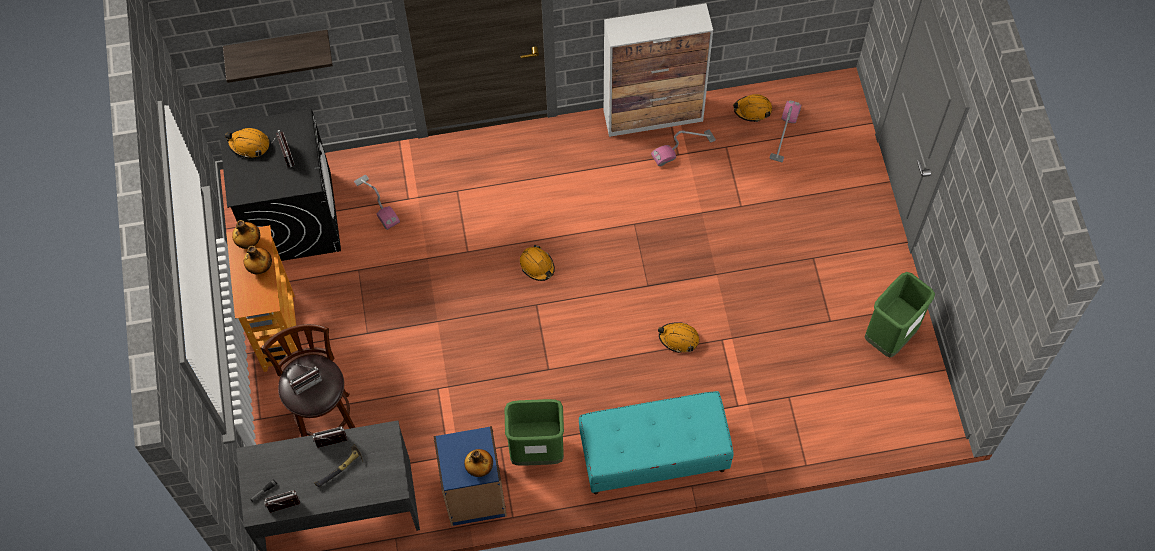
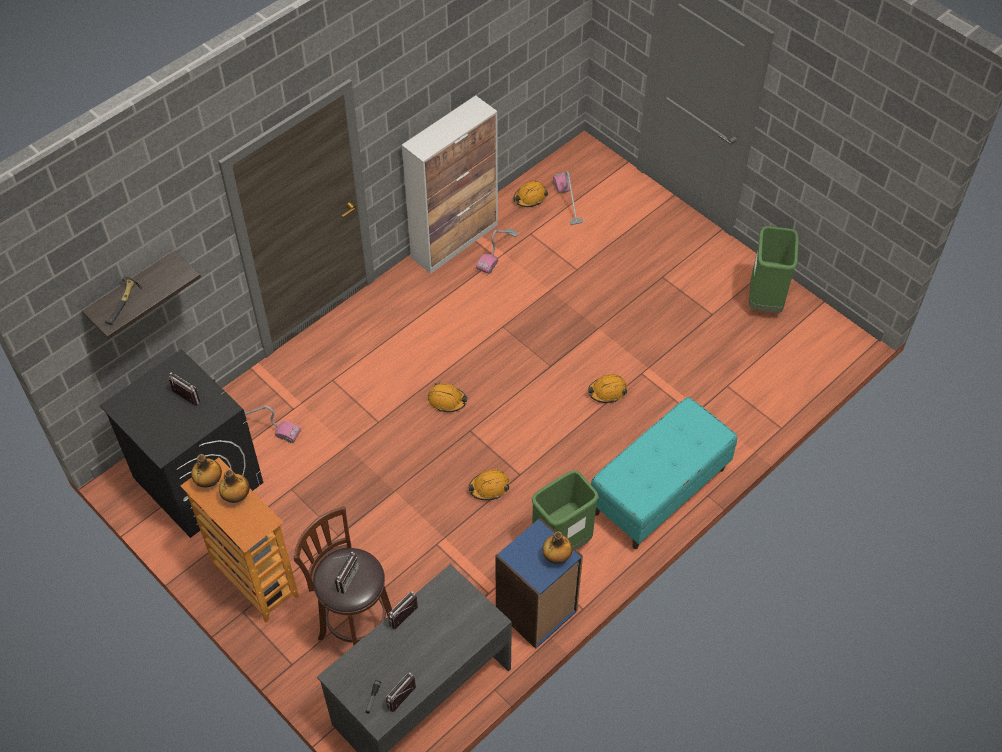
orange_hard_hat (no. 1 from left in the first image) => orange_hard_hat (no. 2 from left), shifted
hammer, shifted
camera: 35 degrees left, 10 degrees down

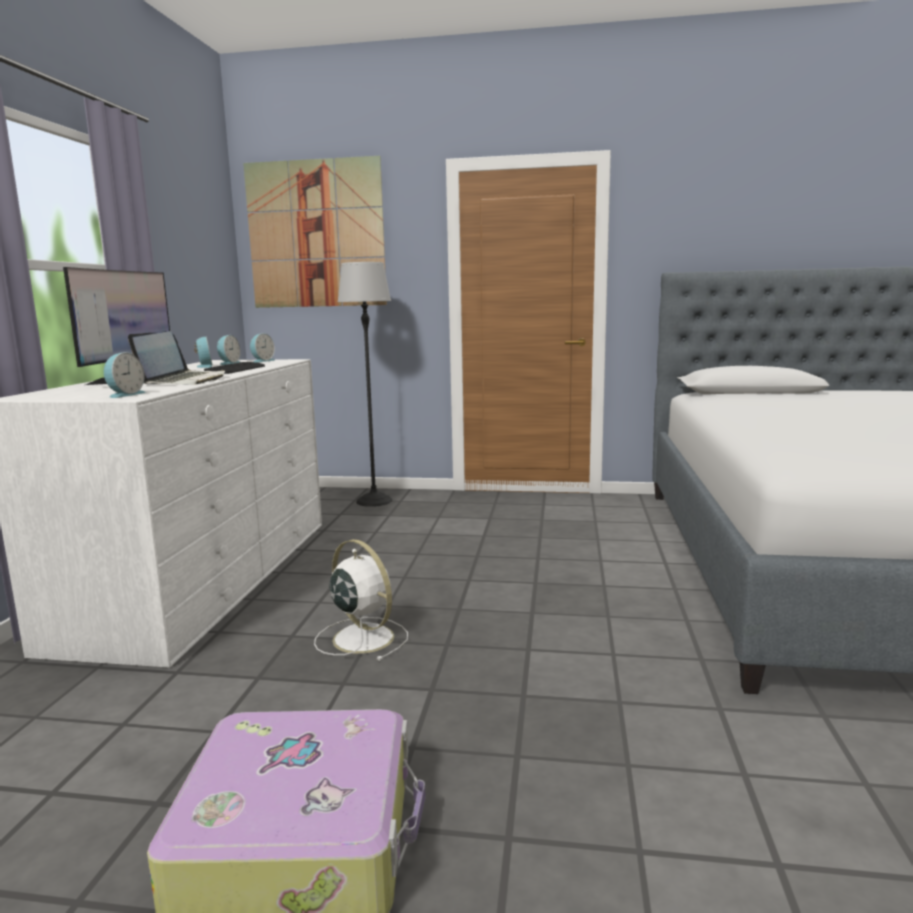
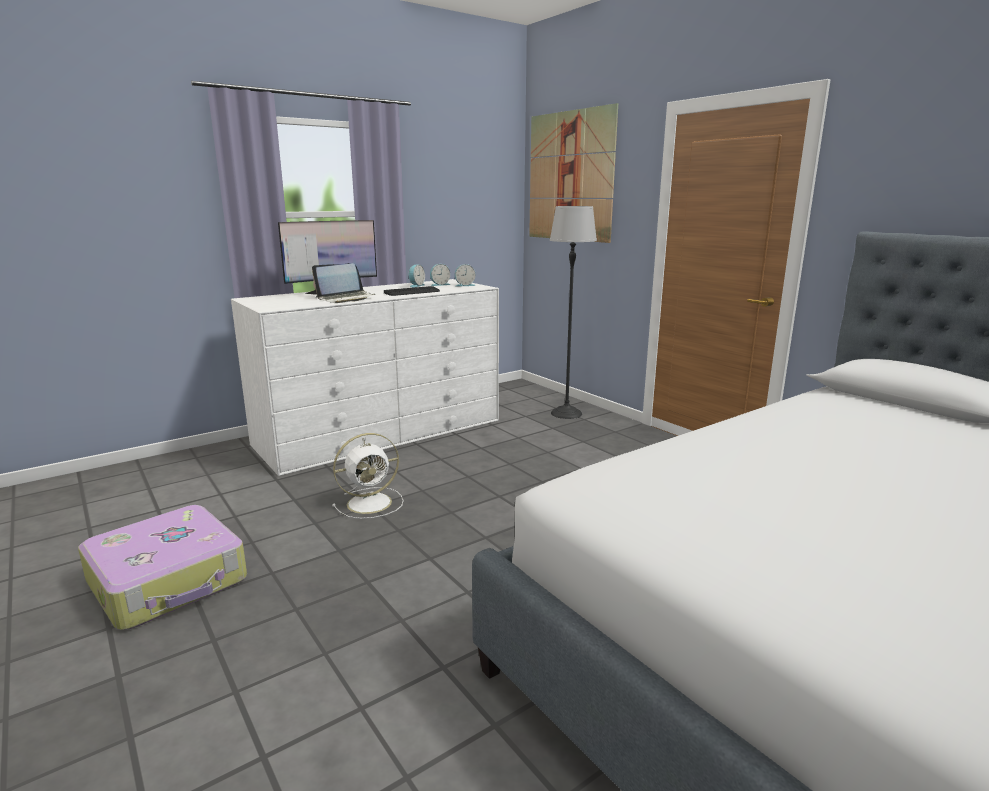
alarm_clock (no. 1 from left) => nothing
white_fan, 60 degrees clockwise
camera: 45 degrees right, 5 degrees up

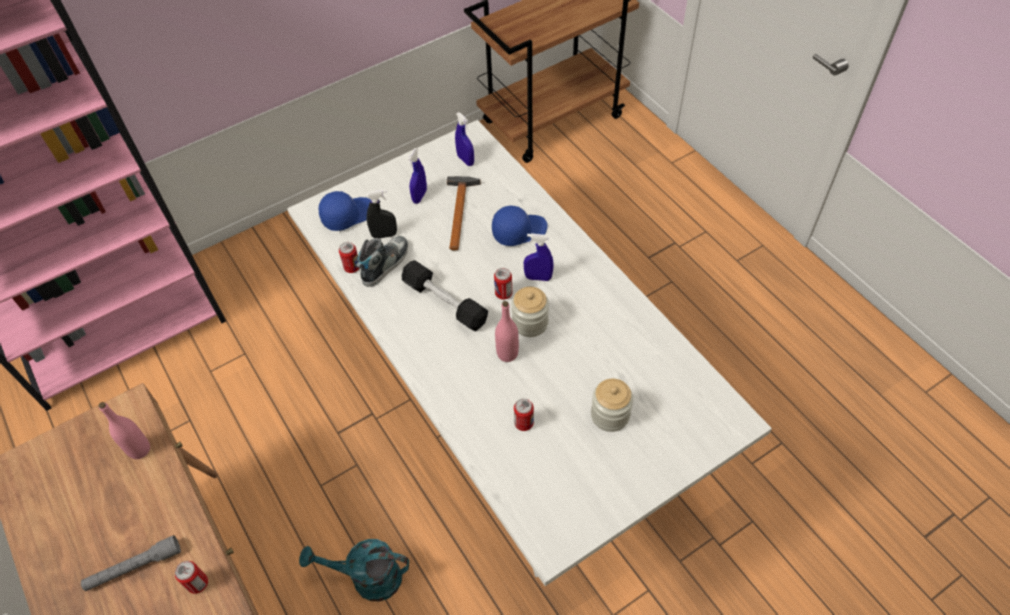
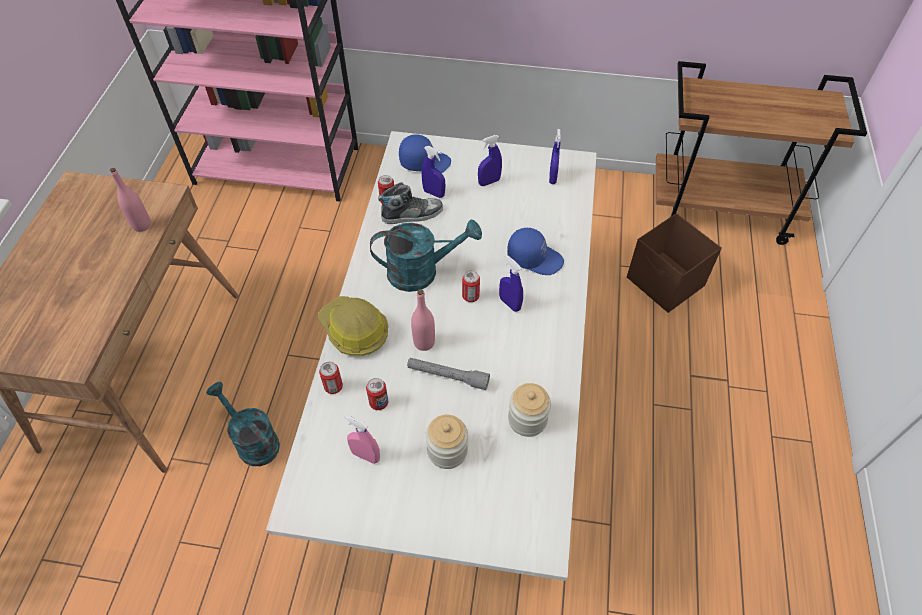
hammer => nothing
nothing => hard_hat
nothing => pink_spray_bottle
nothing => brown_storage_box
grey_flashlight, shifted
can (no. 1 from left), shifted
jar (no. 1 from left in the first image) => jar (no. 2 from left), shifted
black_dumbbell => turquoise_watering_can (no. 2 from left)
black_spray_bottle => blue_spray_bottle (no. 1 from left)
camera: 40 degrees right, 0 degrees up

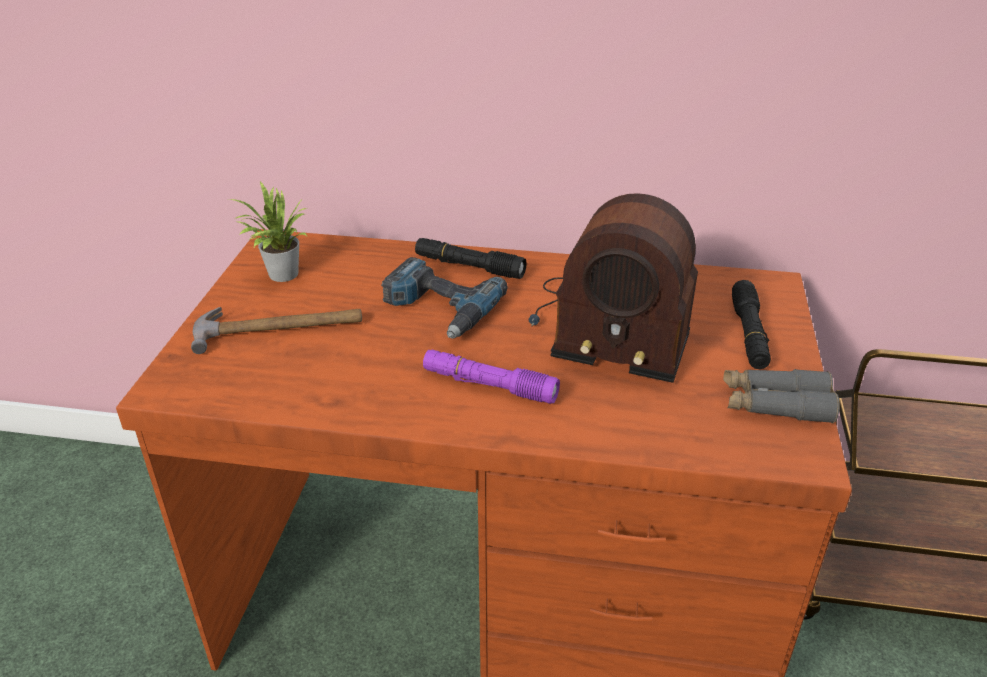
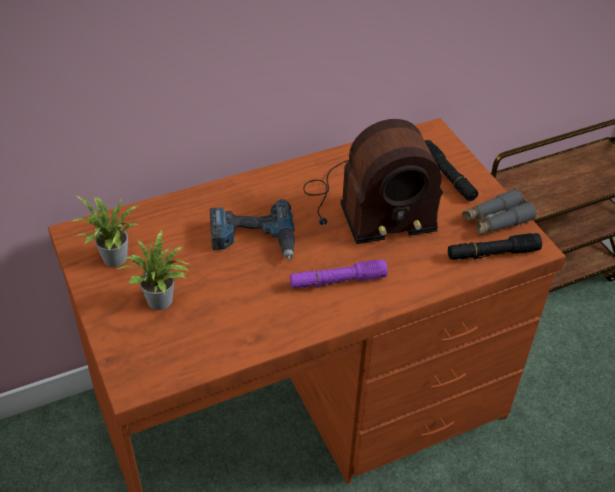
black_flashlight (no. 1 from left in the first image) => black_flashlight (no. 2 from left), shifted
hammer => potted_plant (no. 2 from left)
camera: 35 degrees left, 10 degrees up

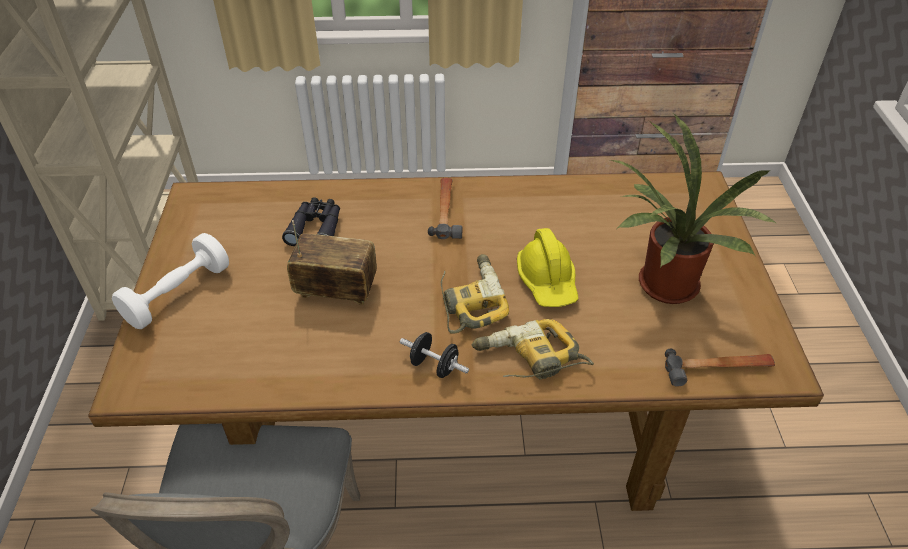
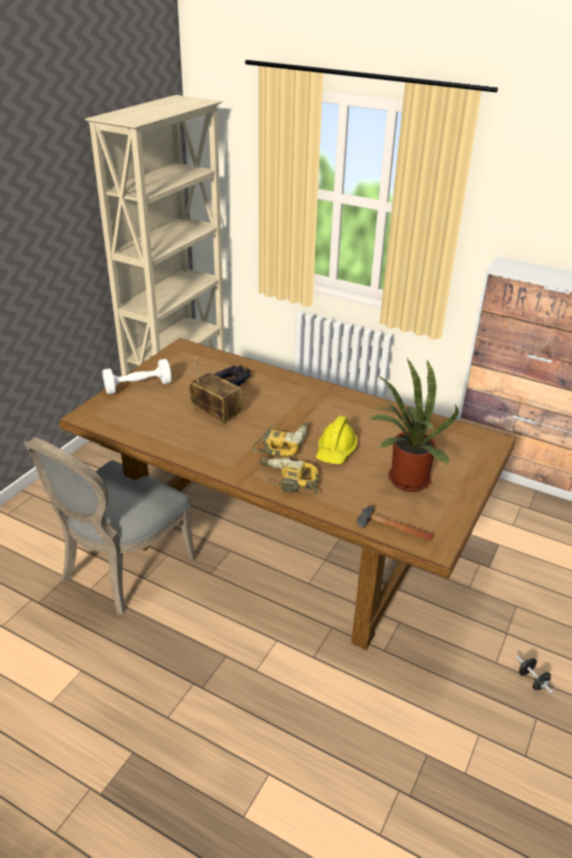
hammer (no. 1 from left) => nothing
black_dumbbell, shifted
camera: 30 degrees right, 10 degrees down

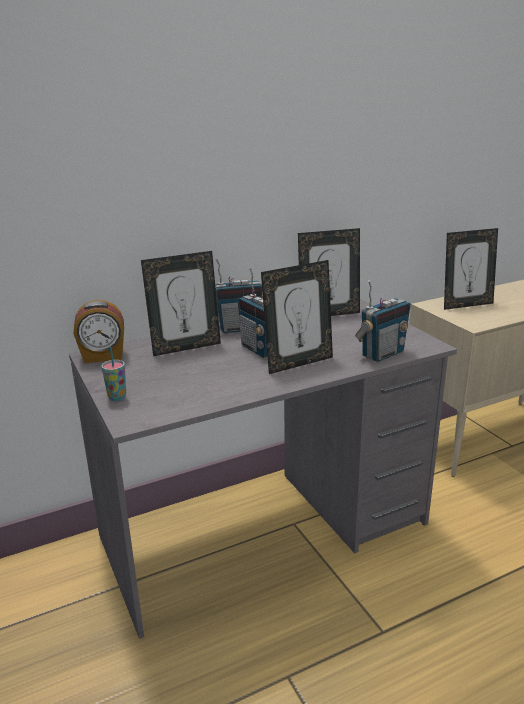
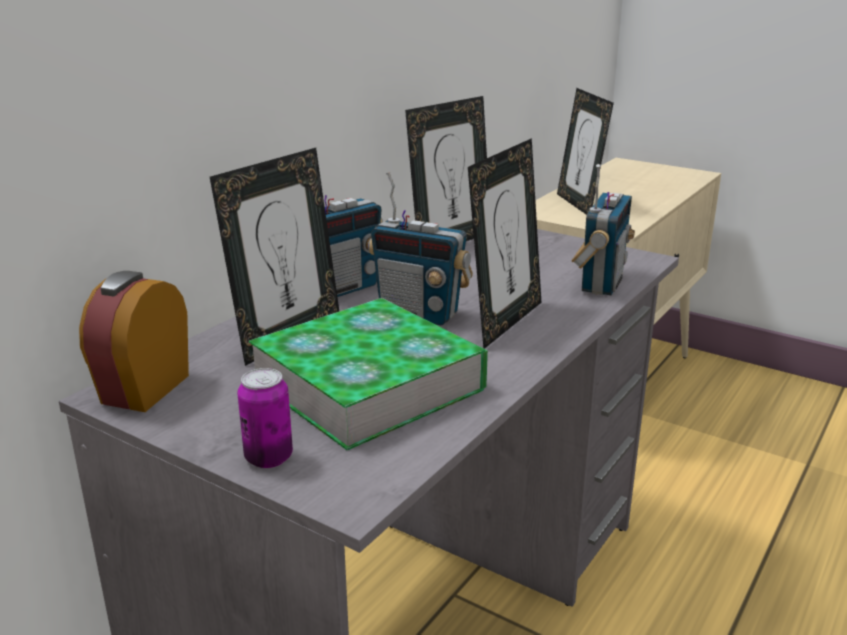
nothing => book
cup => can
alarm_clock, 150 degrees clockwise
picture_frame (no. 4 from left), 120 degrees clockwise
camera: 30 degrees left, 0 degrees up

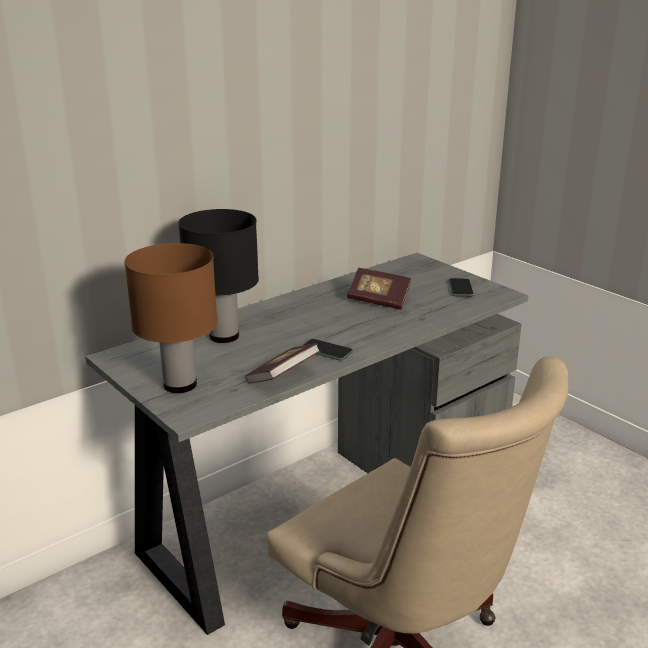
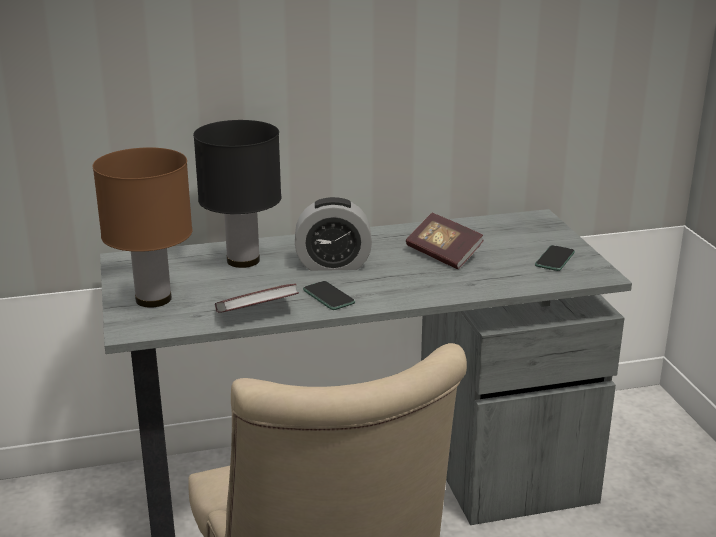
nothing => alarm_clock
camera: 25 degrees right, 0 degrees up

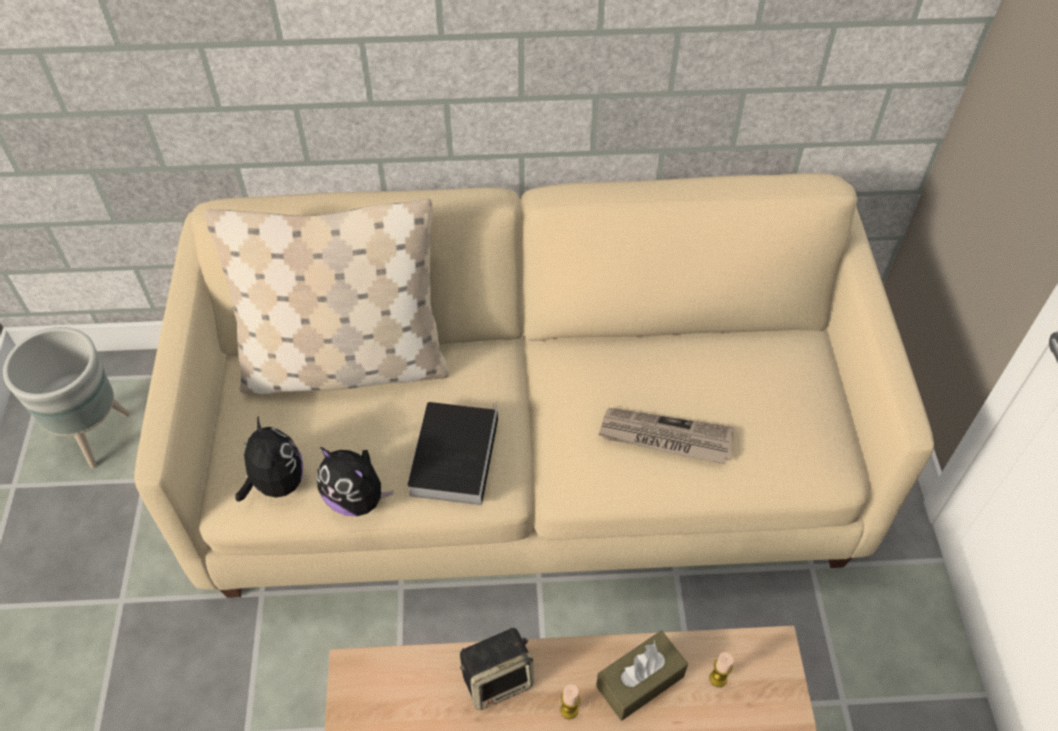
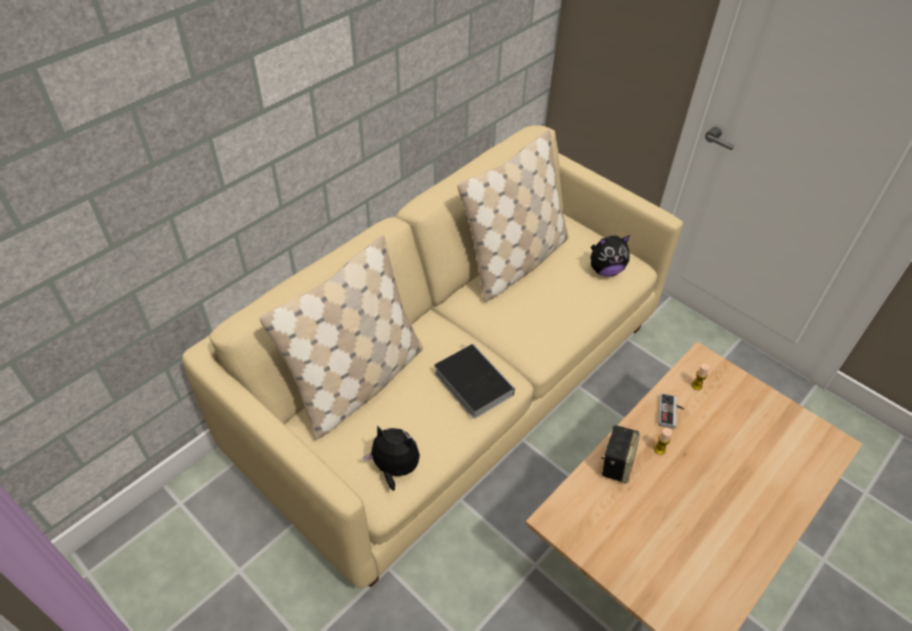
grey_planter => nothing
newspaper => nothing
nothing => beige_pillow (no. 2 from left)
plush_toy (no. 2 from left), shifted
brown_tissue_box => game_controller
camera: 45 degrees left, 5 degrees down

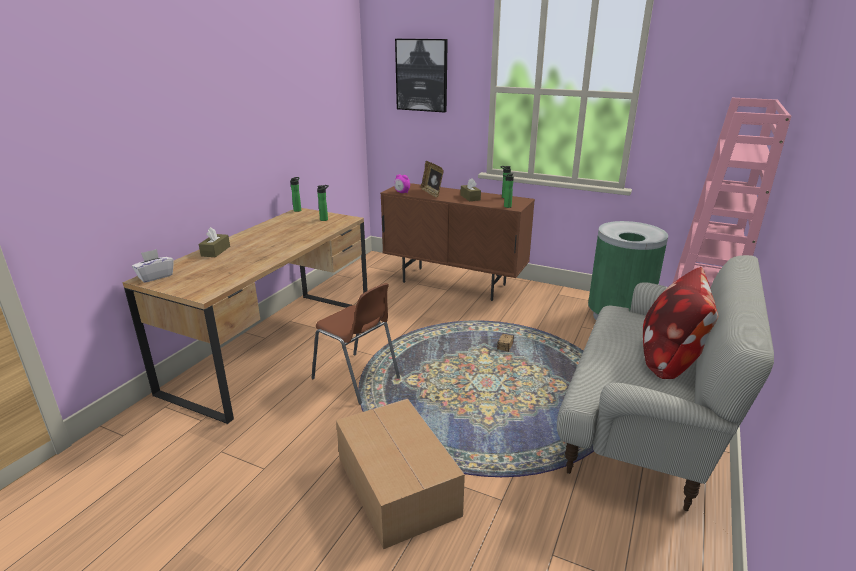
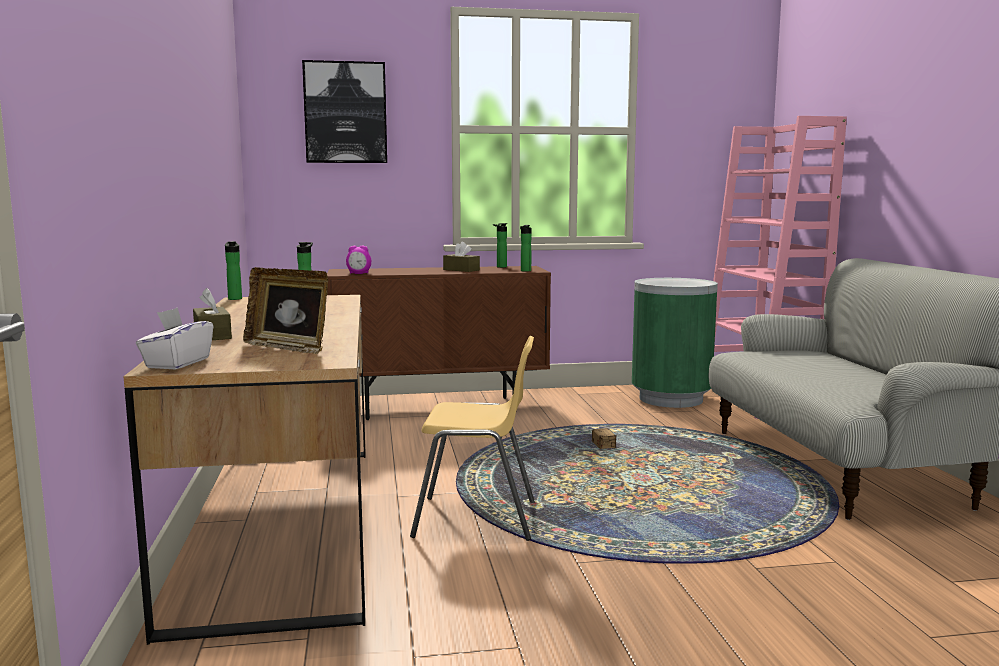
cardboard_box => nothing
pillow => nothing
picture_frame, shifted
brown_chair => yellow_chair
camera: 35 degrees left, 15 degrees down

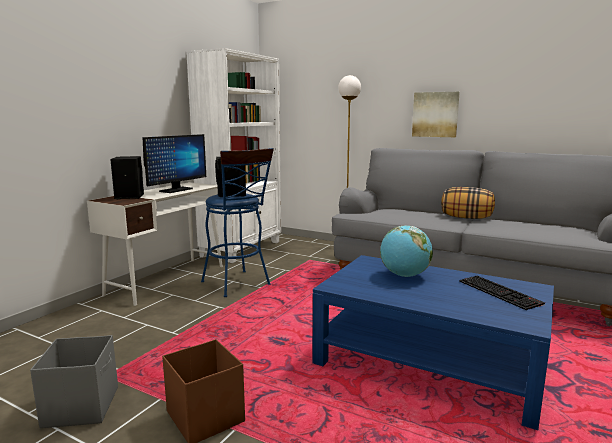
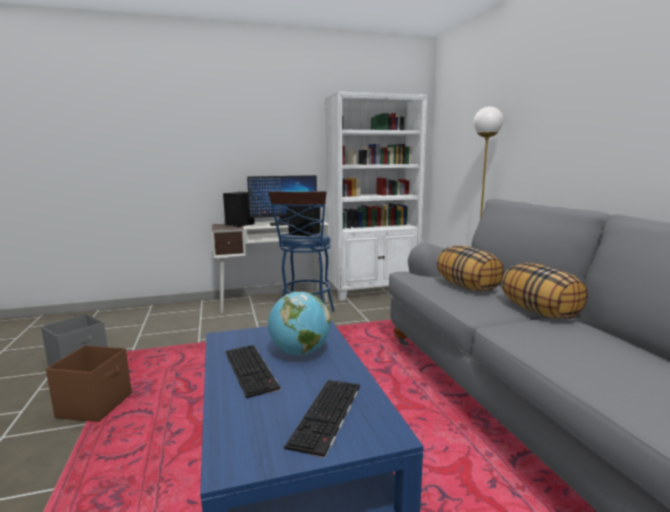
picture => nothing
nothing => keyboard (no. 1 from left)
nothing => pillow (no. 1 from left)
camera: 45 degrees right, 0 degrees up

